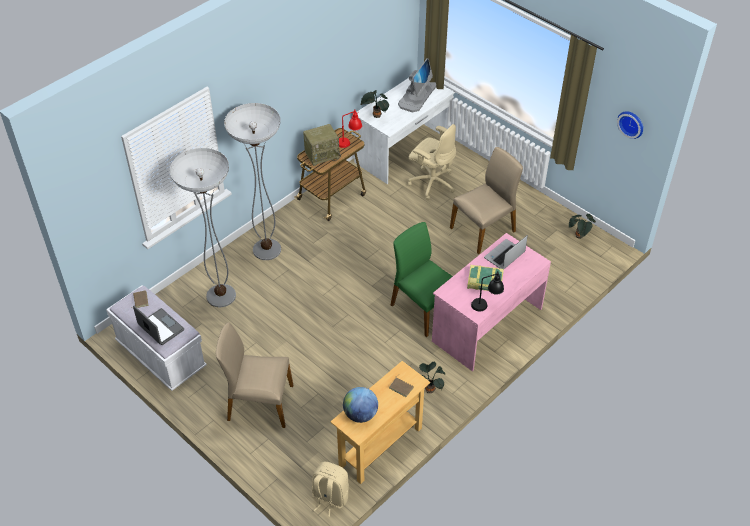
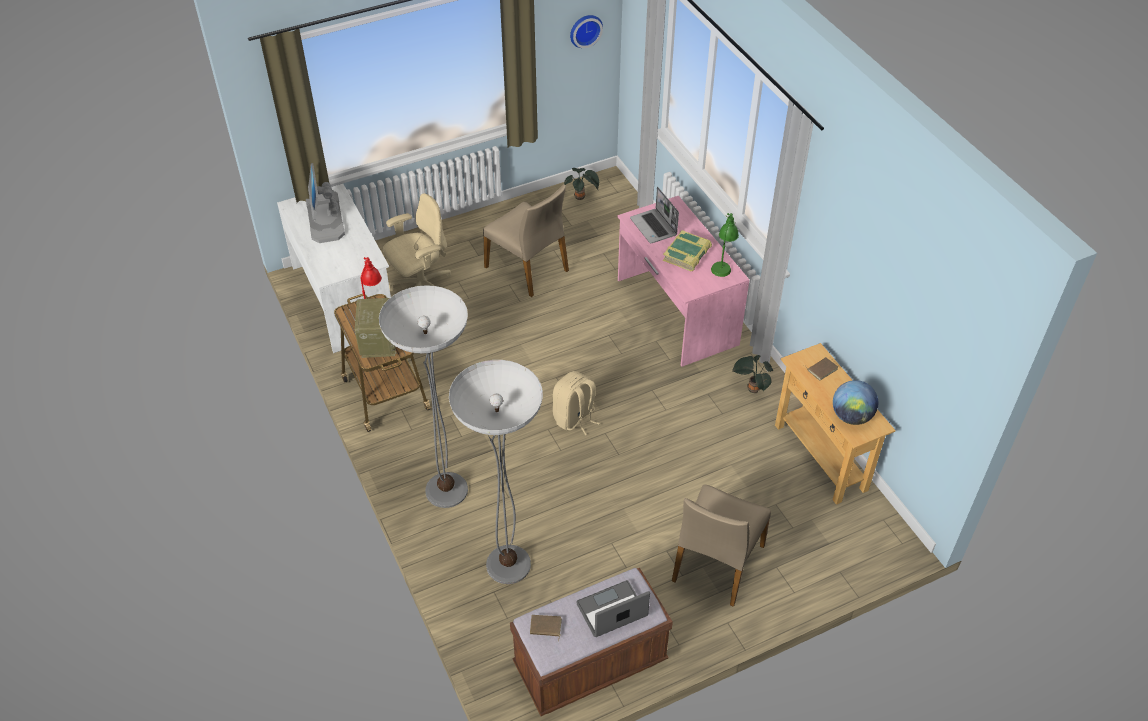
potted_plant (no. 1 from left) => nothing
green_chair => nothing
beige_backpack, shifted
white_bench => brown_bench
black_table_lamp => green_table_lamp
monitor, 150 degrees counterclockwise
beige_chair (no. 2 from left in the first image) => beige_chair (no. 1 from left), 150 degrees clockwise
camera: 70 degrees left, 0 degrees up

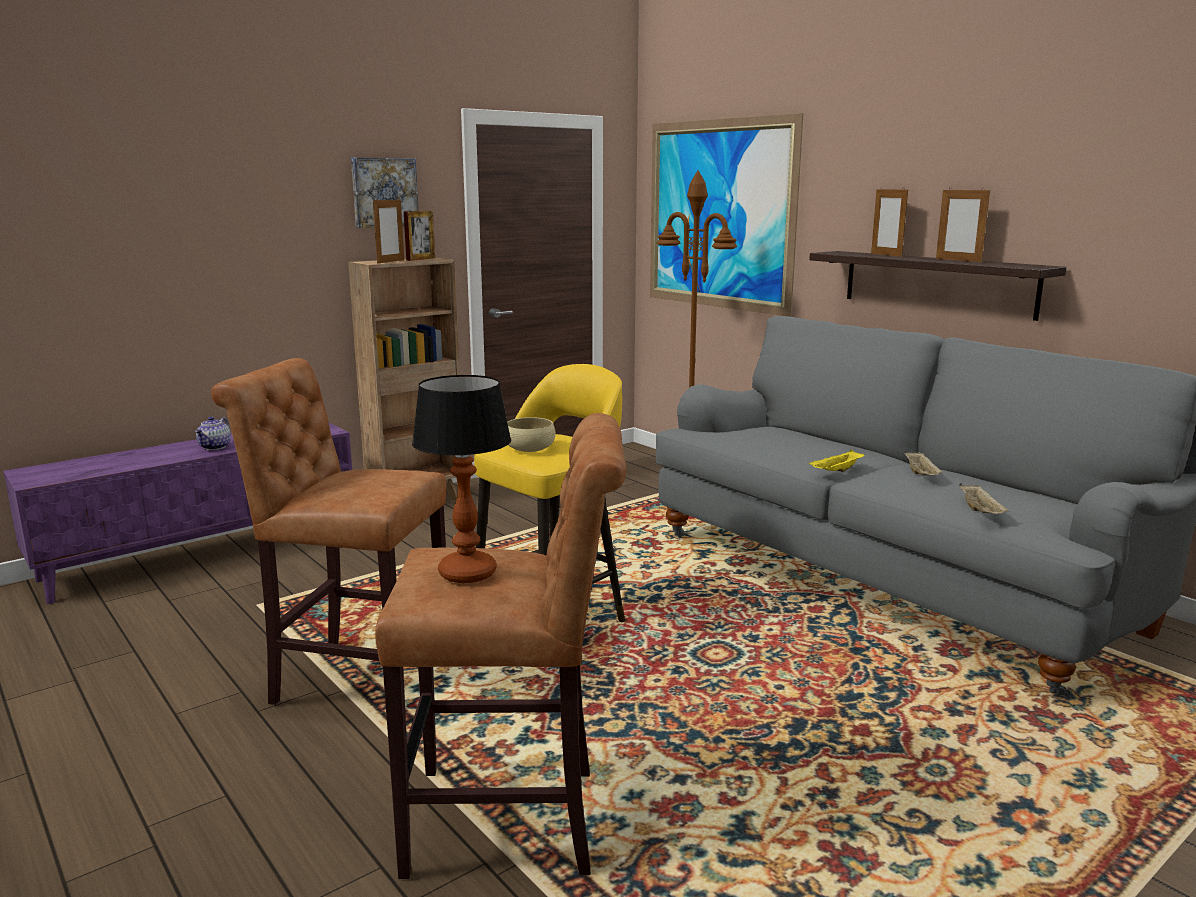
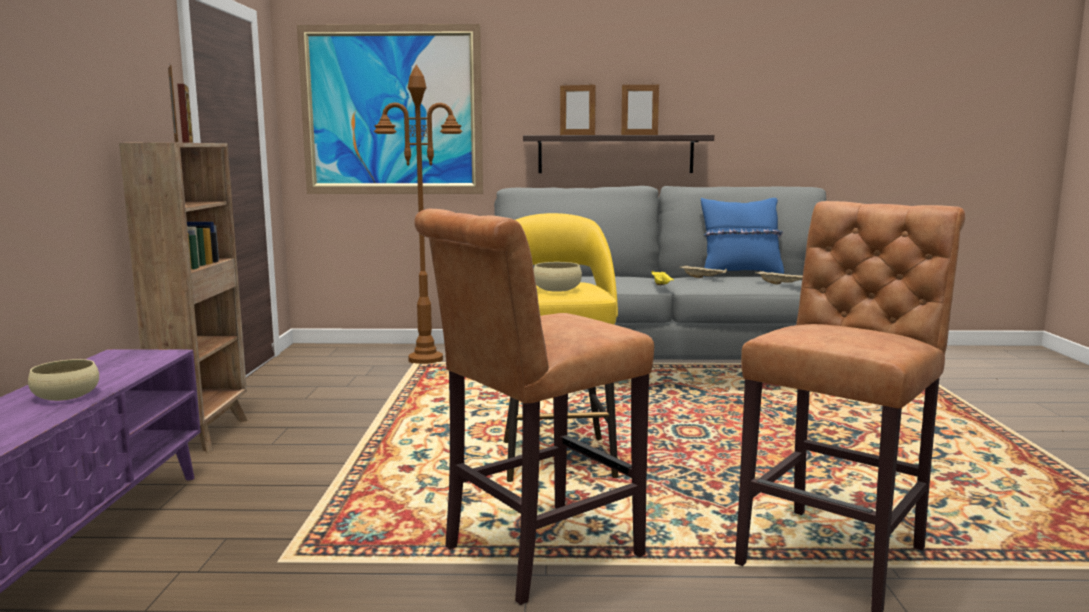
picture (no. 1 from left) => nothing
table_lamp => nothing
nothing => blue_pillow
teapot => beige_bowl (no. 1 from left)
camera: 50 degrees left, 5 degrees down

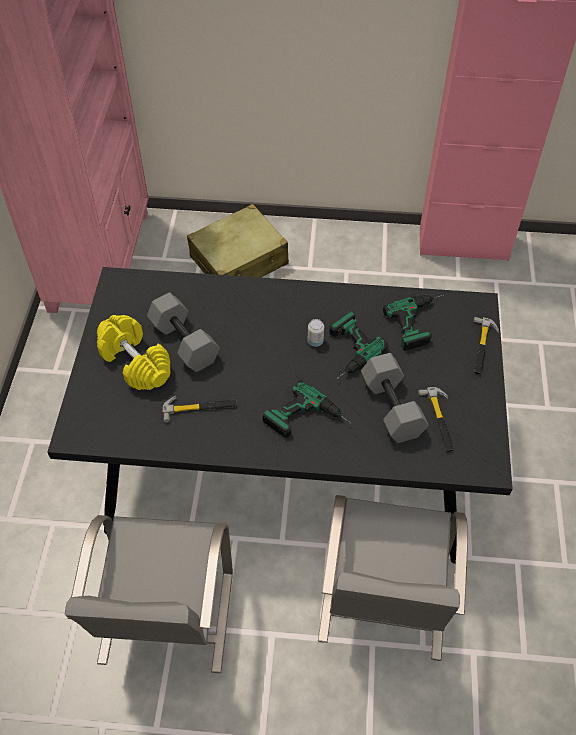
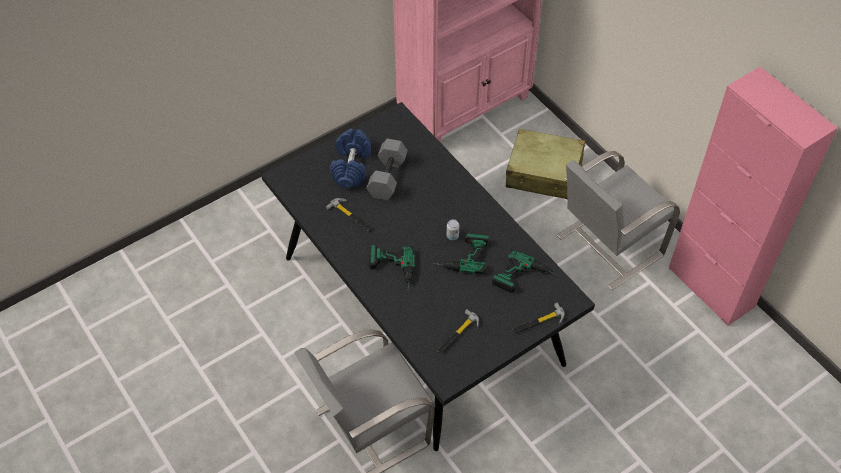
grey_dumbbell (no. 2 from left) => nothing
grey_chair (no. 1 from left in the first image) => grey_chair (no. 2 from left), shifted
yellow_dumbbell => blue_dumbbell
camera: 50 degrees right, 0 degrees up

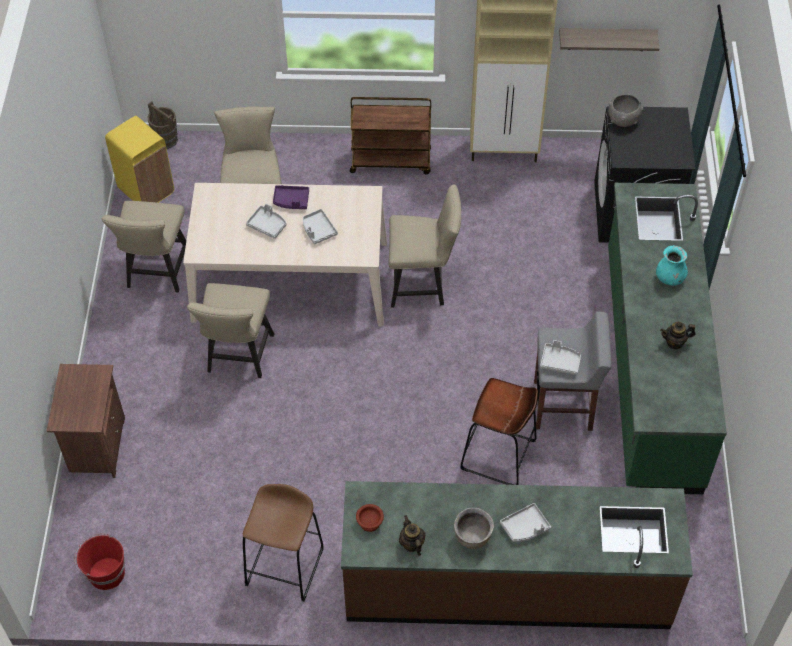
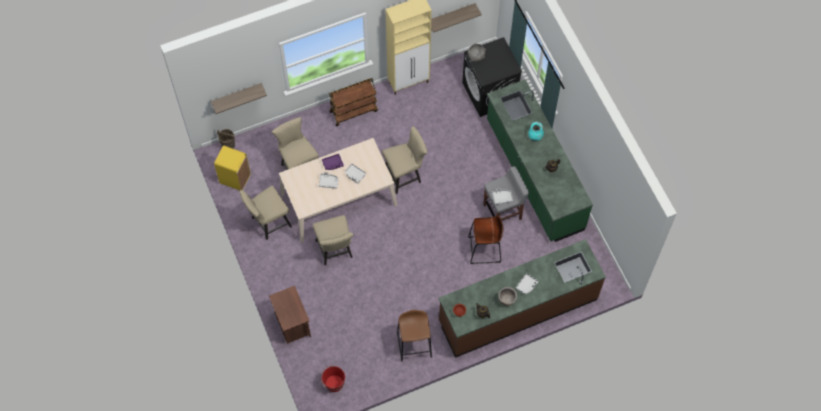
nothing => shelf (no. 1 from left)
beige_chair (no. 1 from left), 75 degrees clockwise
camera: 25 degrees left, 10 degrees up

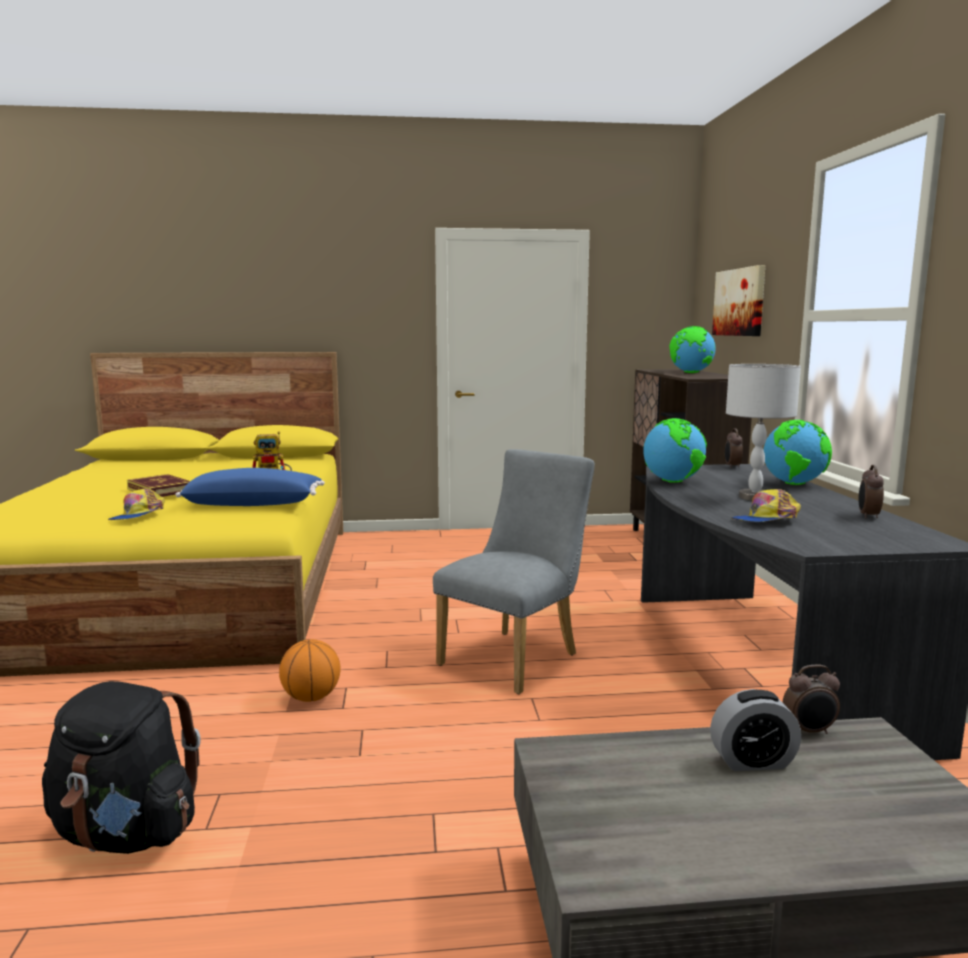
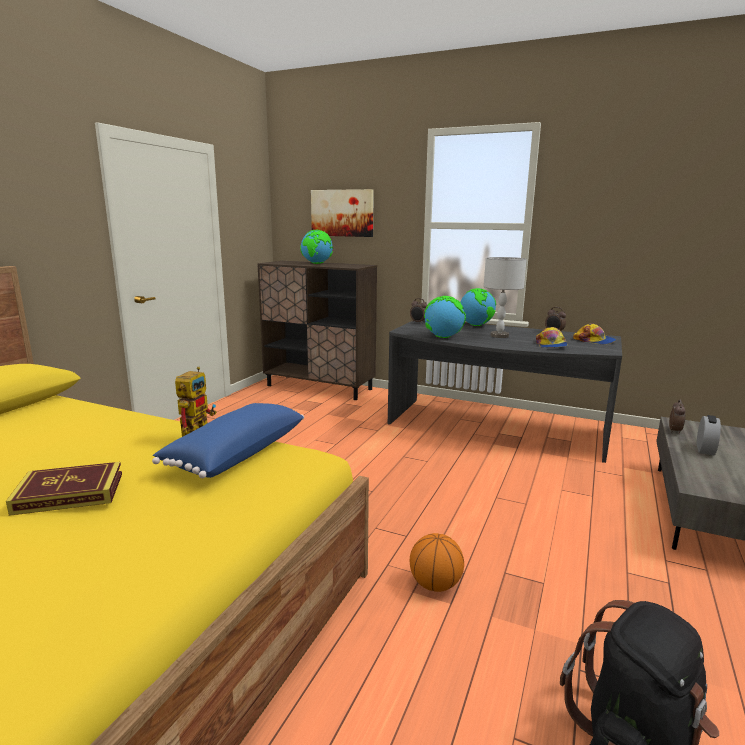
grey_chair => nothing
cap (no. 1 from left in the first image) => cap (no. 2 from left), shifted
camera: 60 degrees left, 5 degrees up

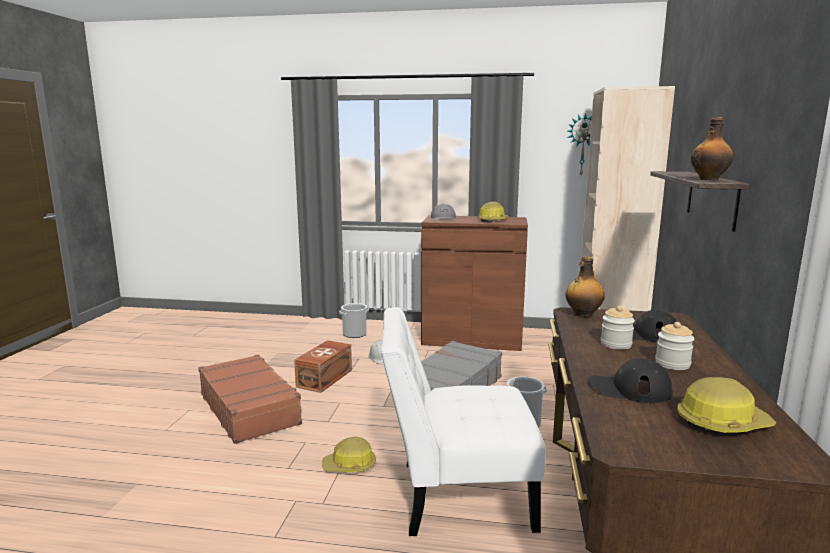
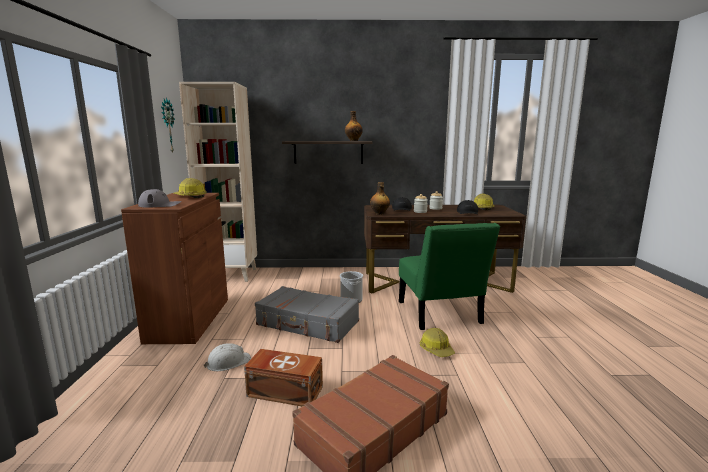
bucket (no. 1 from left) => nothing
white_chair => green_chair
camera: 100 degrees left, 0 degrees up

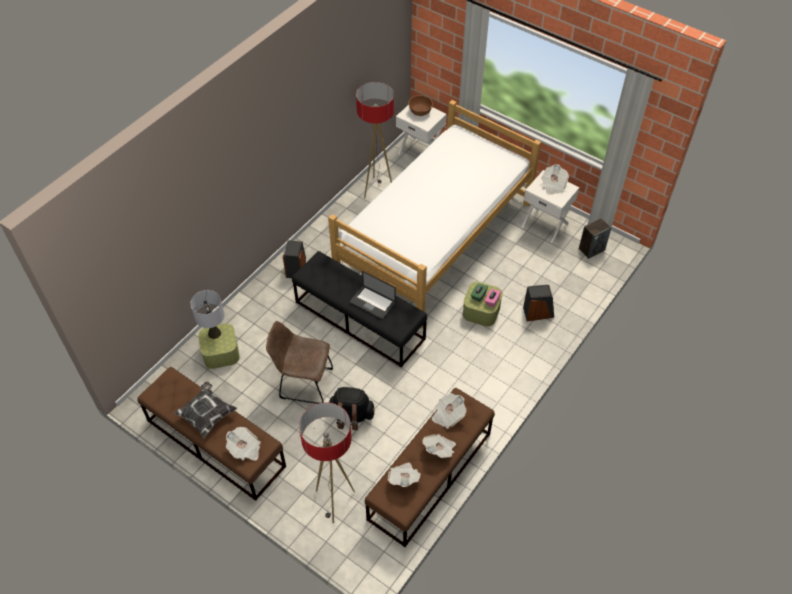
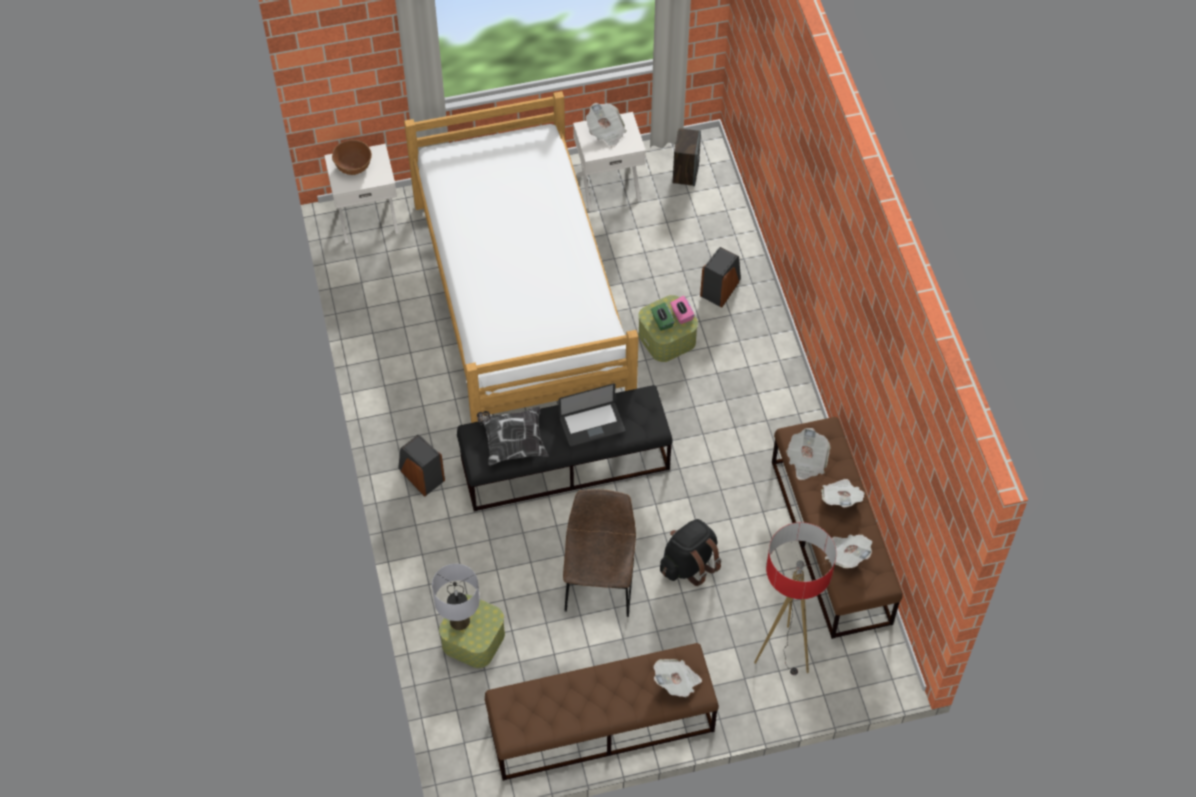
floor_lamp (no. 2 from left) => nothing
pillow, shifted
brown_chair, 135 degrees clockwise
camera: 50 degrees left, 5 degrees up

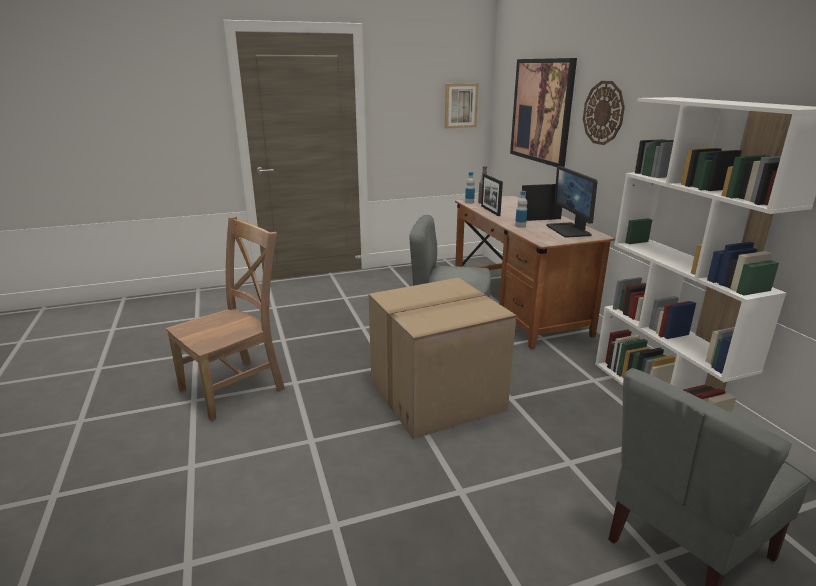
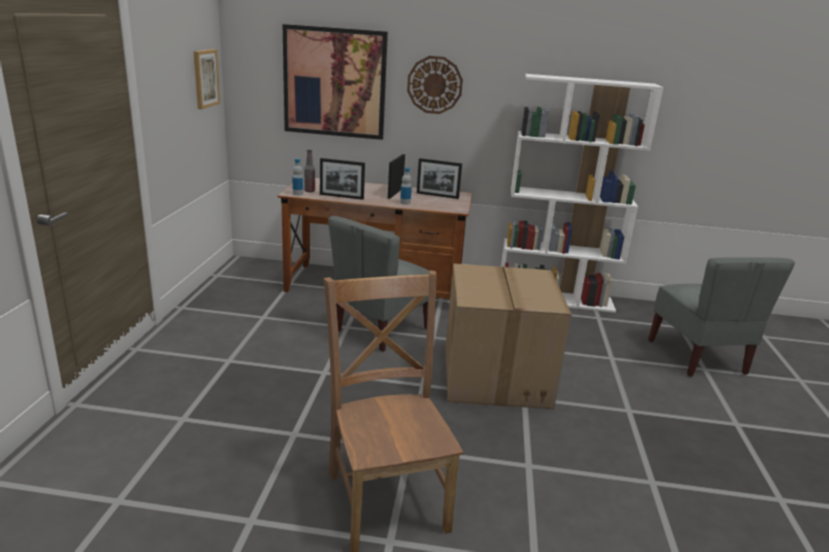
monitor => picture_frame (no. 3 from left)
camera: 65 degrees left, 0 degrees up

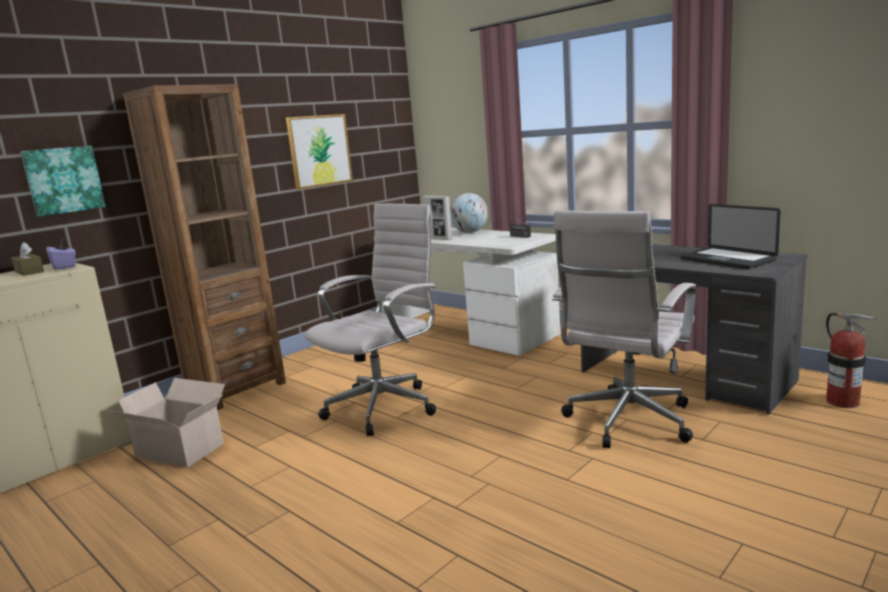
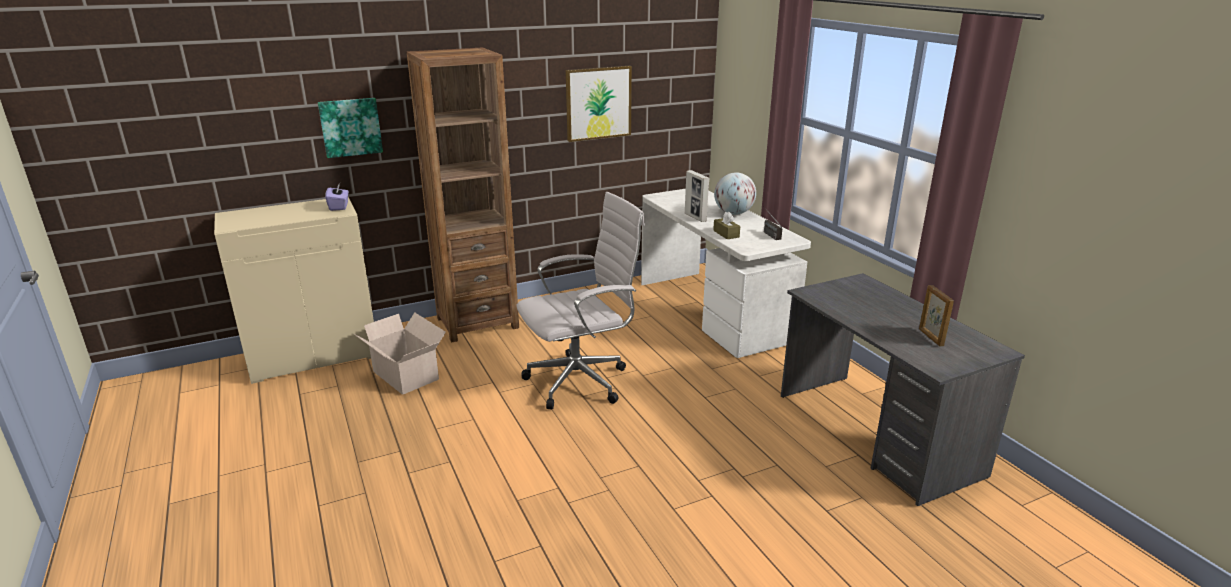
white_office_chair (no. 2 from left) => nothing
fire_extinguisher => nothing
brown_tissue_box, shifted
laptop => picture_frame (no. 2 from left)
camera: 20 degrees right, 10 degrees up

